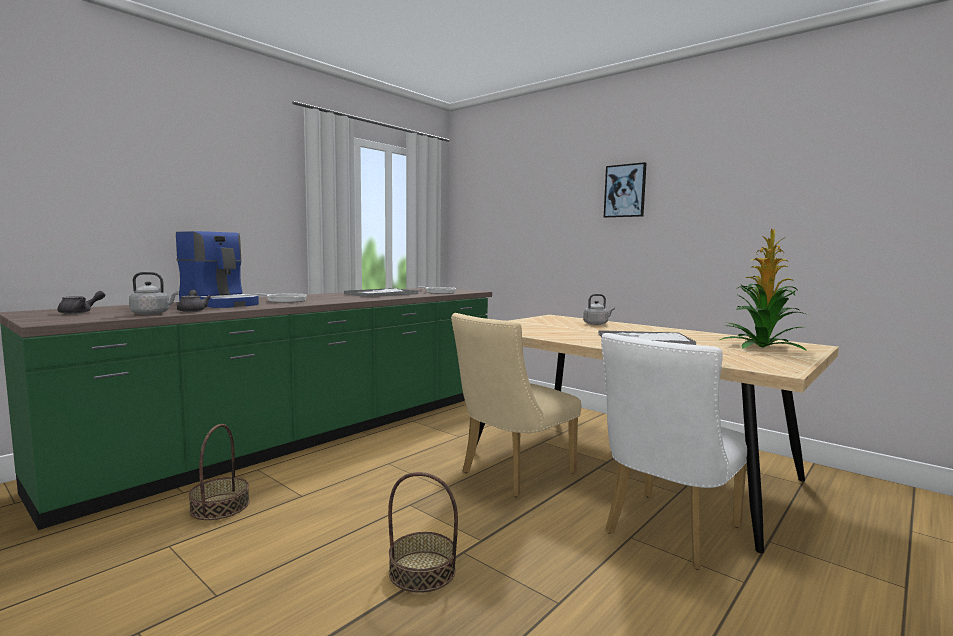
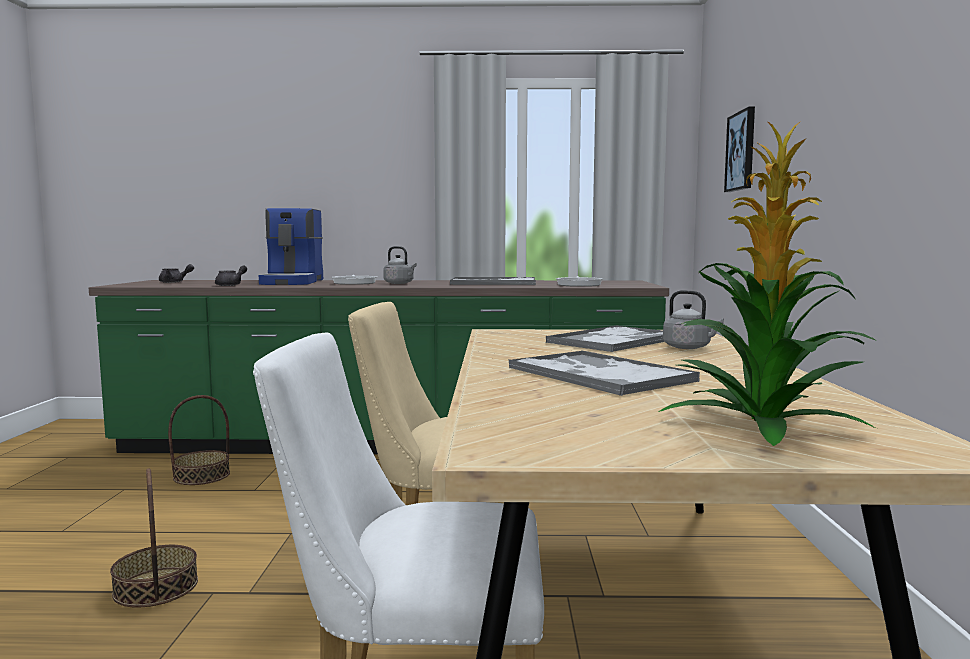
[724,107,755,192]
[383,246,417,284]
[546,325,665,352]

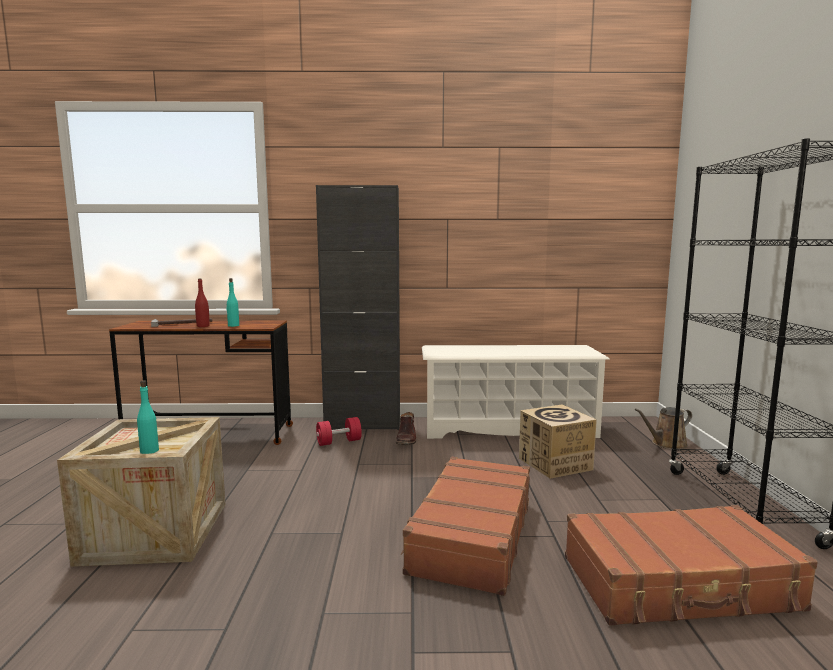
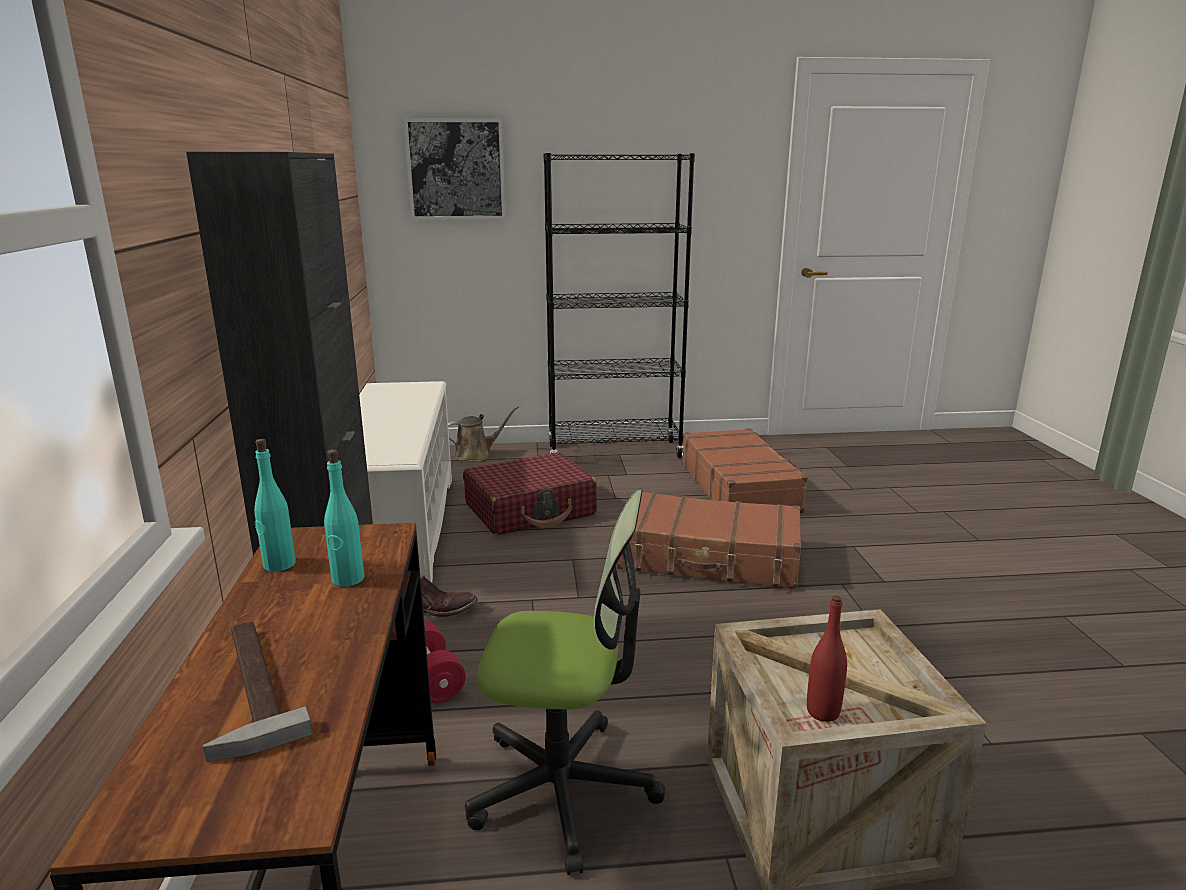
[807,596,847,722]
[254,439,296,572]
[463,452,597,535]
[448,406,519,462]
[404,118,506,220]
[465,490,665,875]

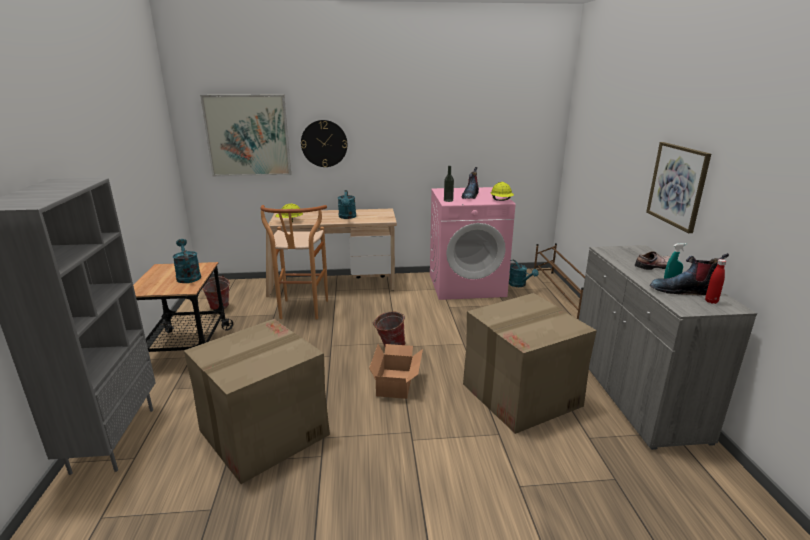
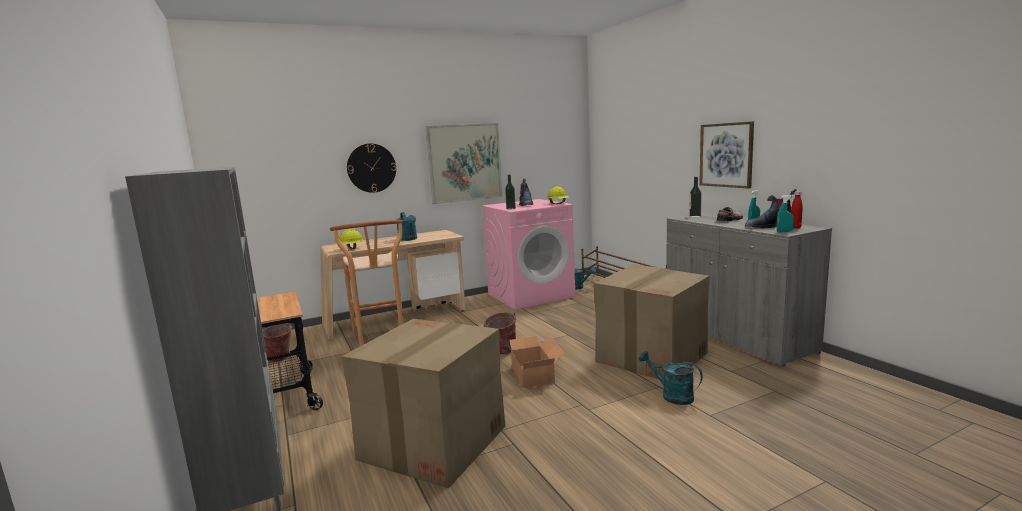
[425,123,502,204]
[639,351,703,405]
[689,177,702,218]
[777,195,794,232]

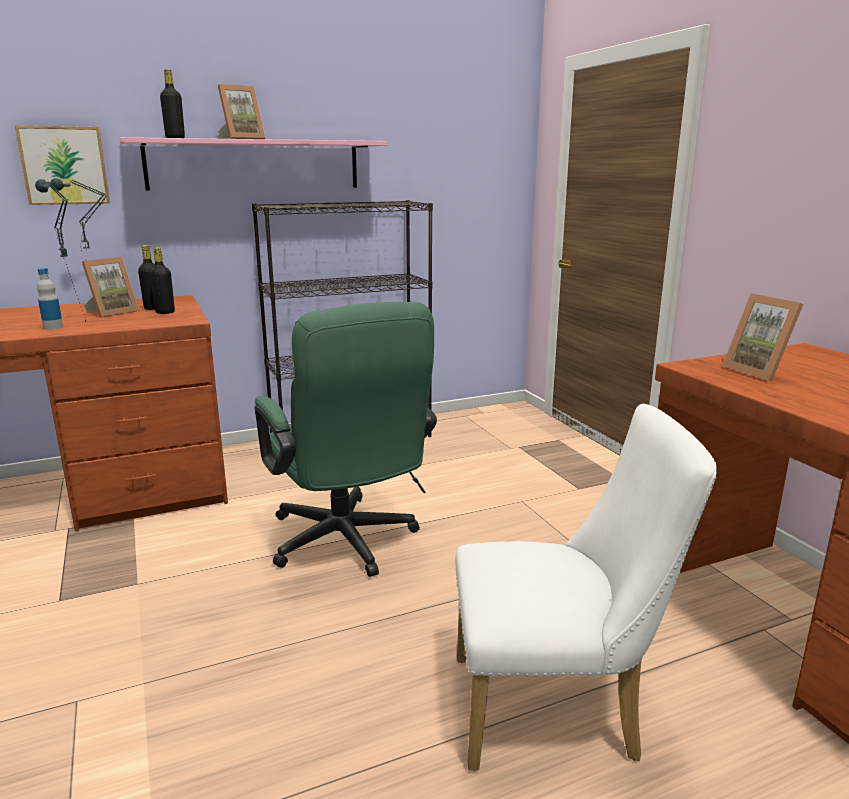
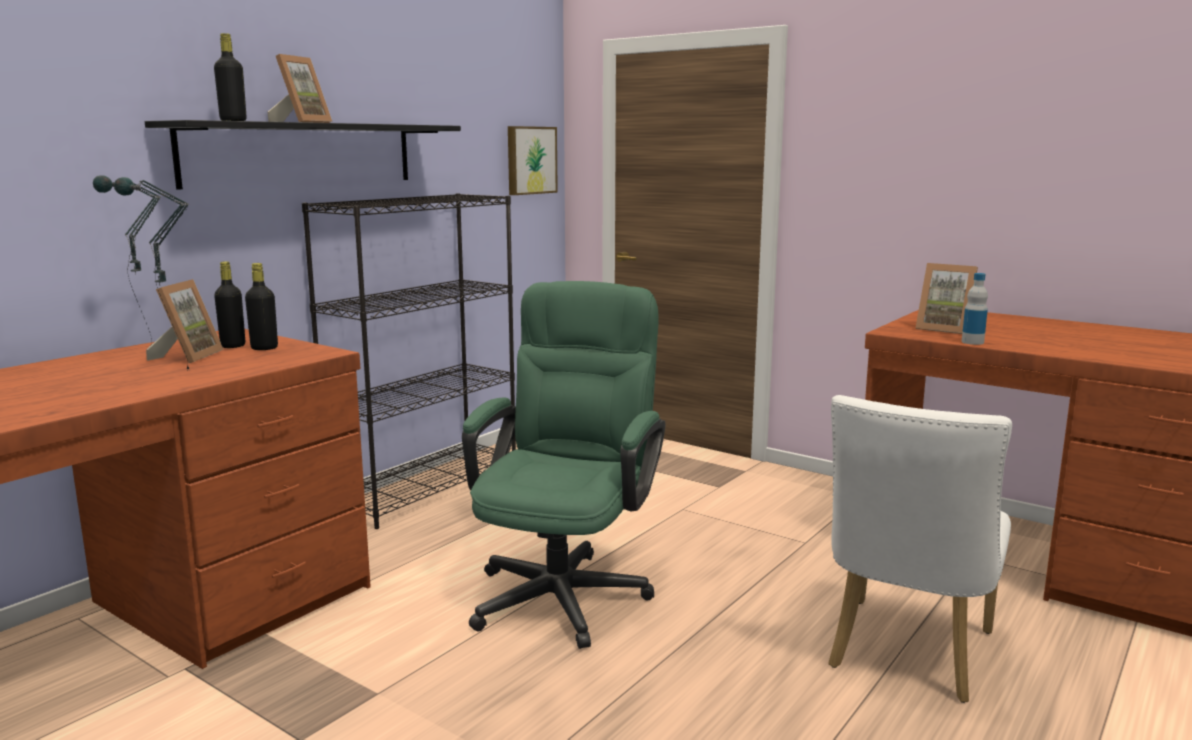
[508,126,558,195]
[145,120,461,190]
[962,273,988,345]
[462,281,666,649]
[828,395,1012,703]

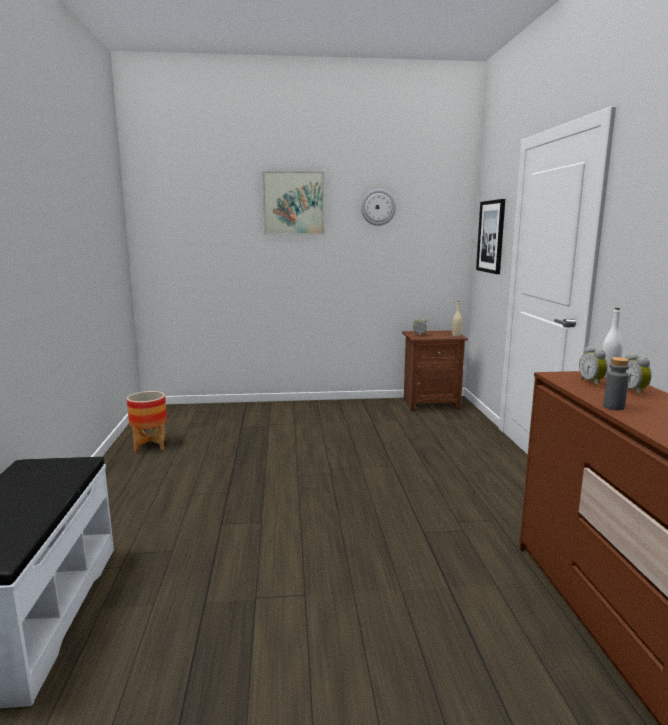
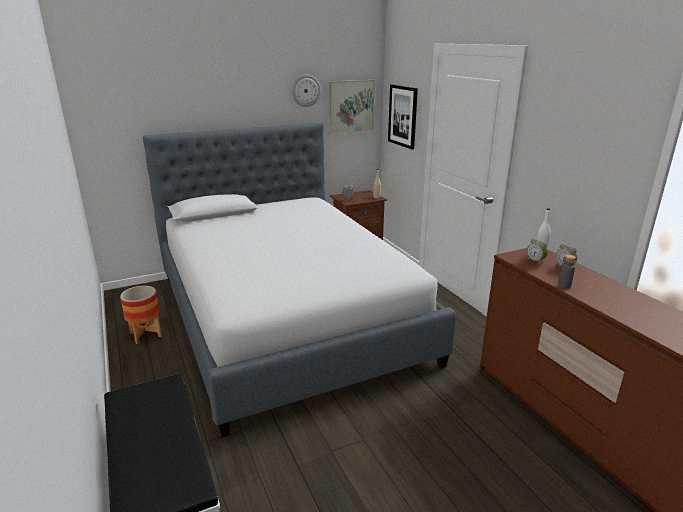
[328,80,375,134]
[143,122,456,437]

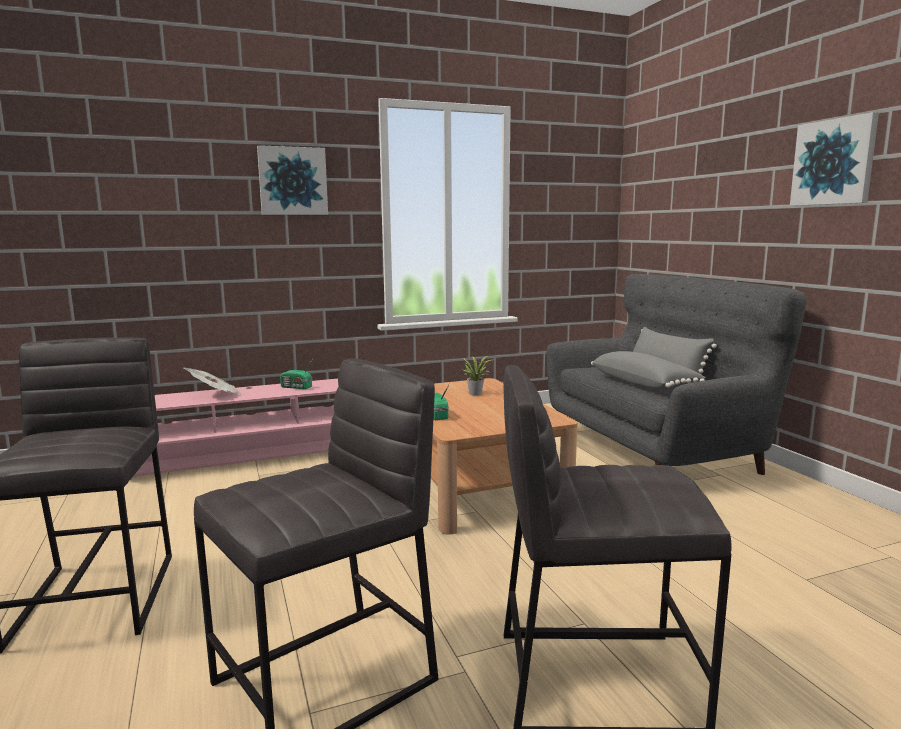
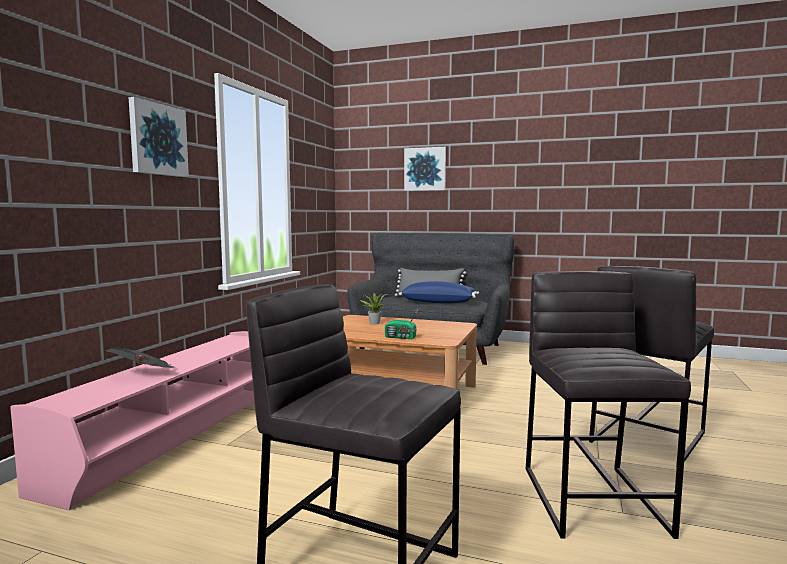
[404,147,446,191]
[399,281,479,303]
[280,360,312,389] (first image)

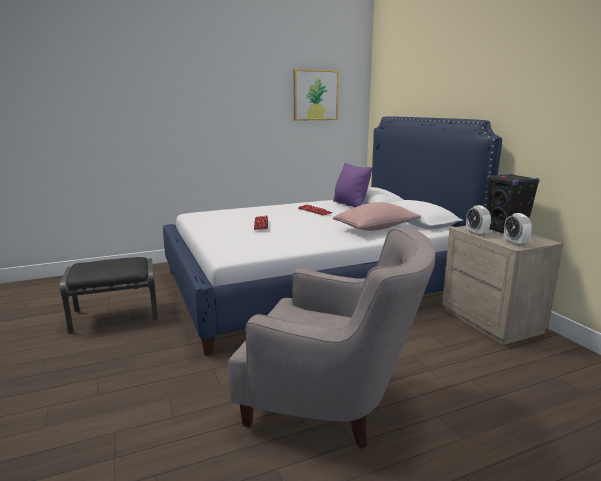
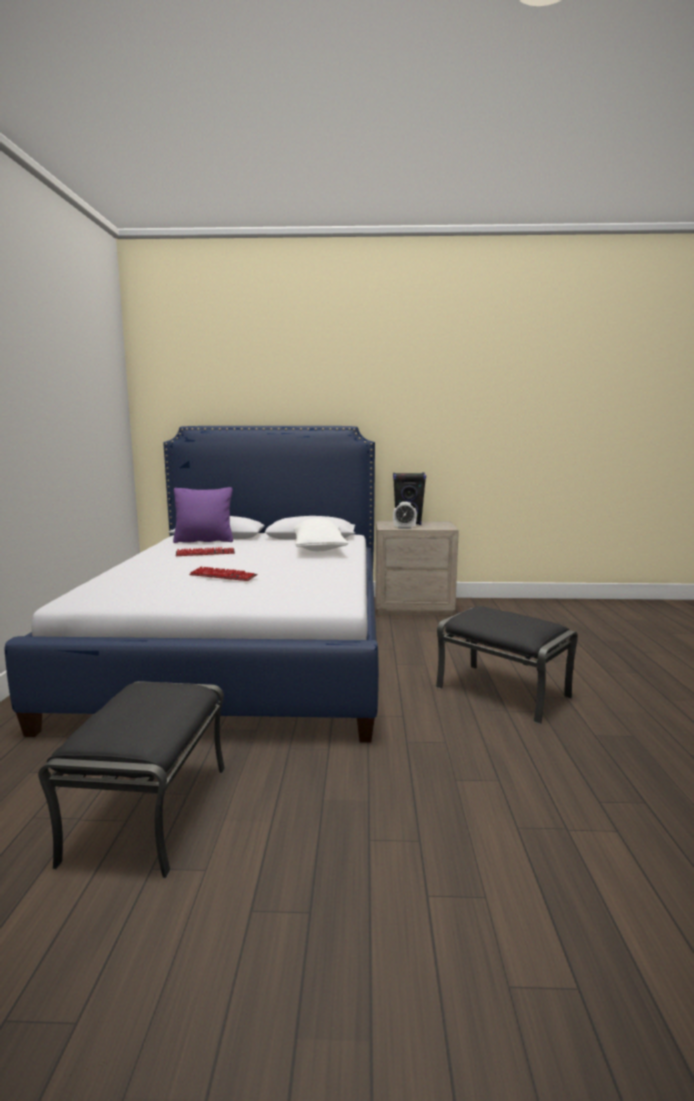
[294,69,339,121] (first image)
[294,518,348,551]
[504,213,532,246] (first image)
[436,606,578,724]

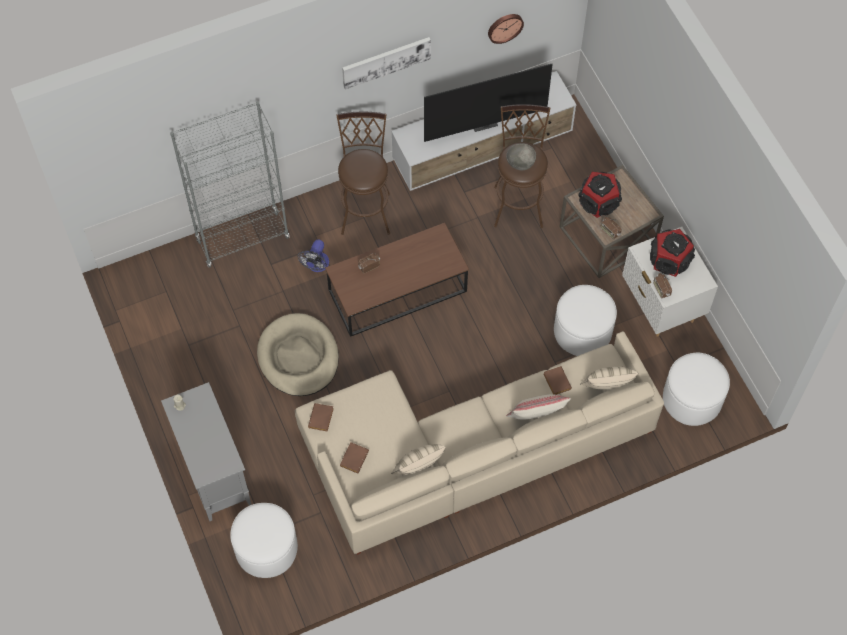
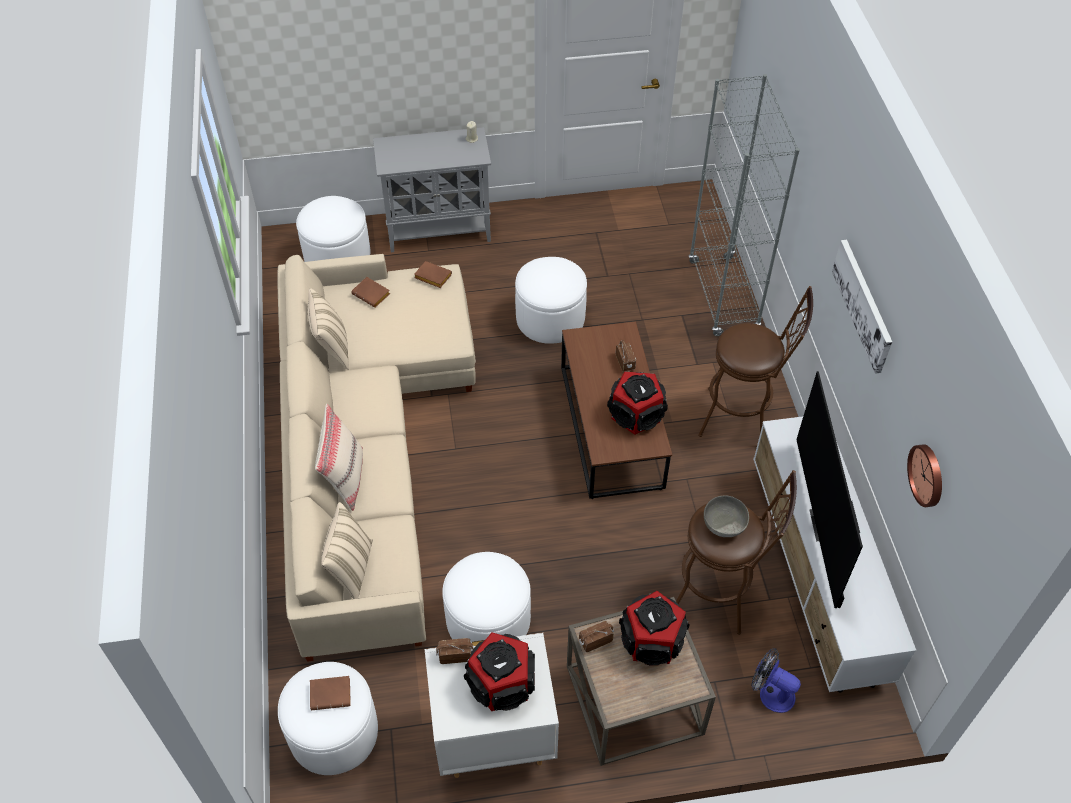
[751,648,801,713]
[515,257,587,344]
[310,676,351,711]
[607,371,668,435]

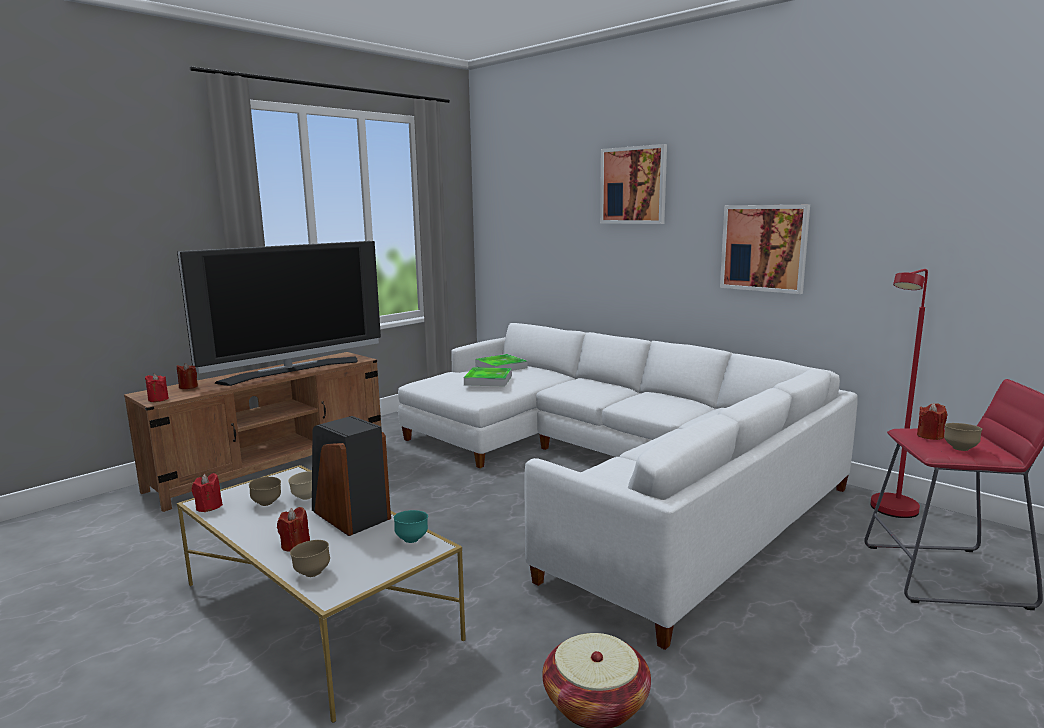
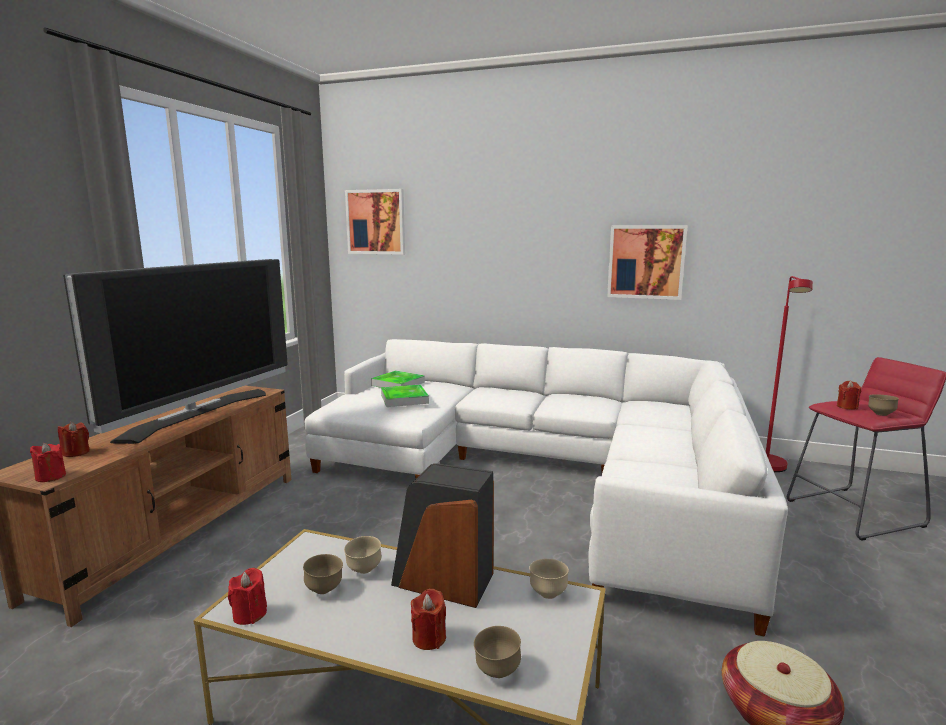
[345,189,405,255]
[529,559,569,599]

